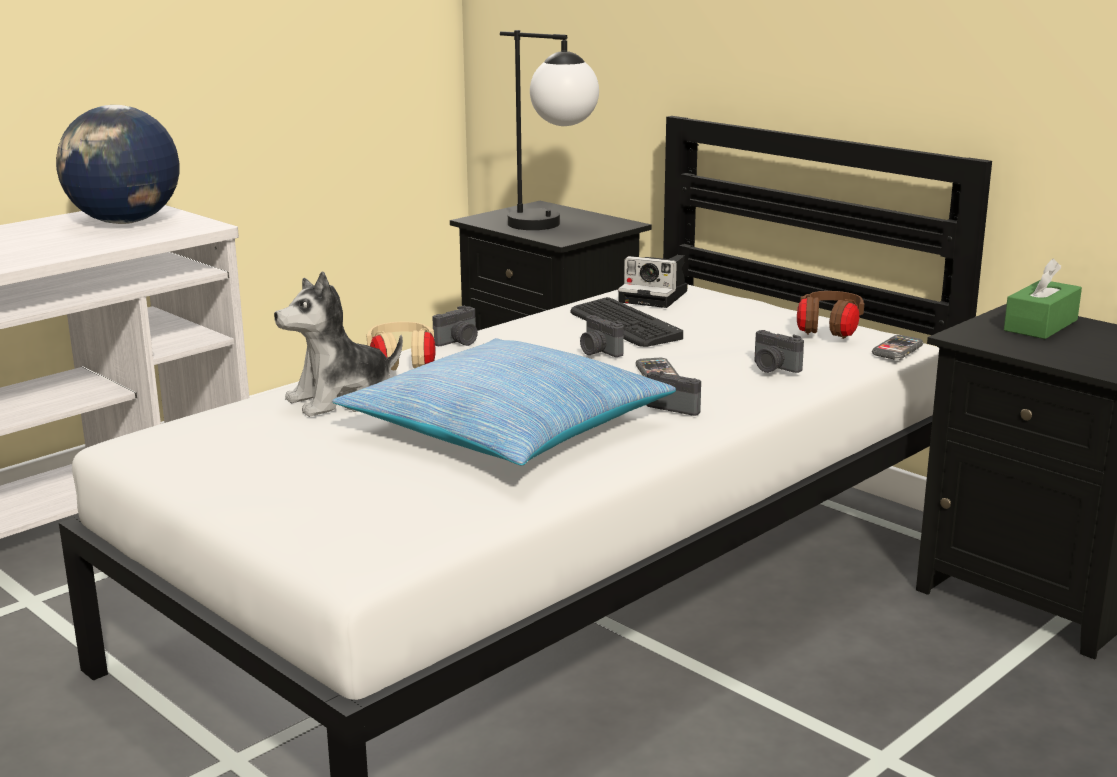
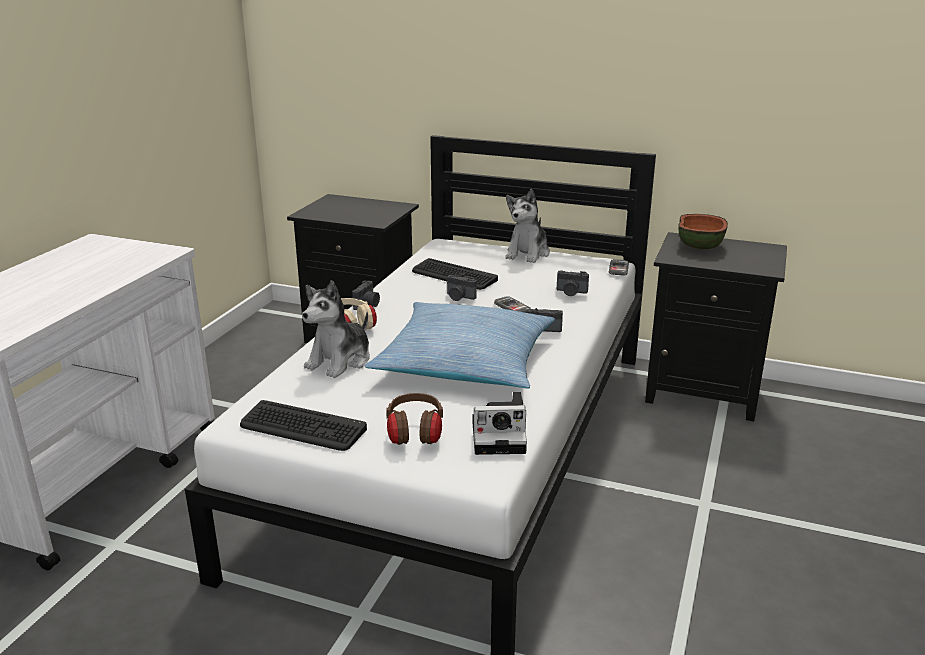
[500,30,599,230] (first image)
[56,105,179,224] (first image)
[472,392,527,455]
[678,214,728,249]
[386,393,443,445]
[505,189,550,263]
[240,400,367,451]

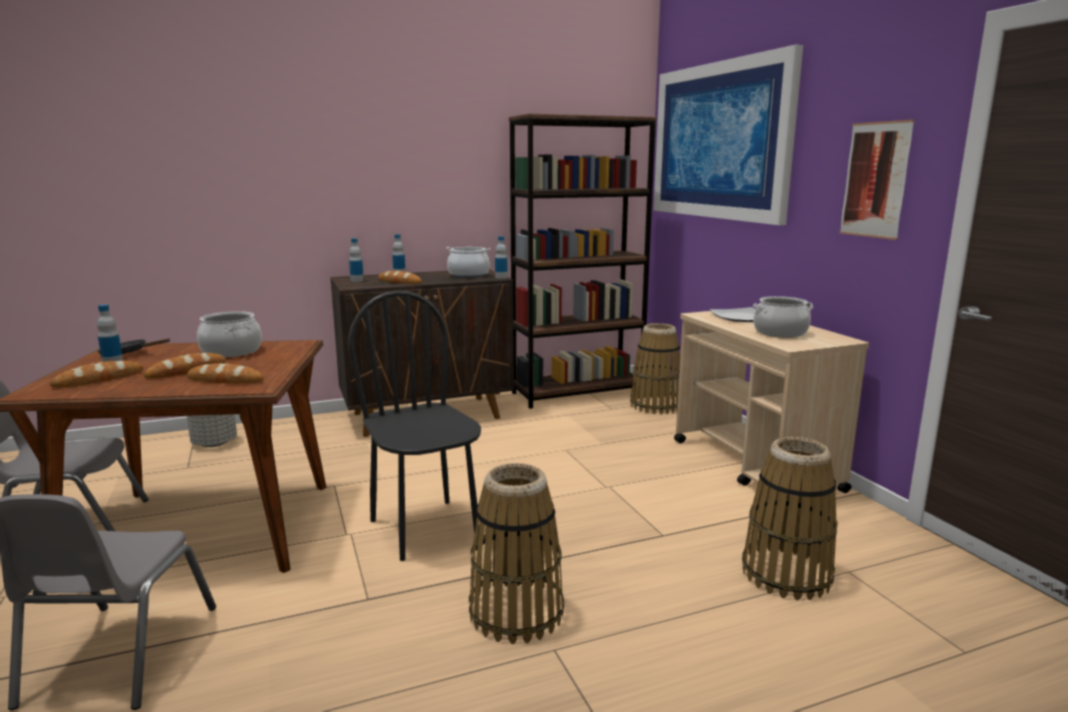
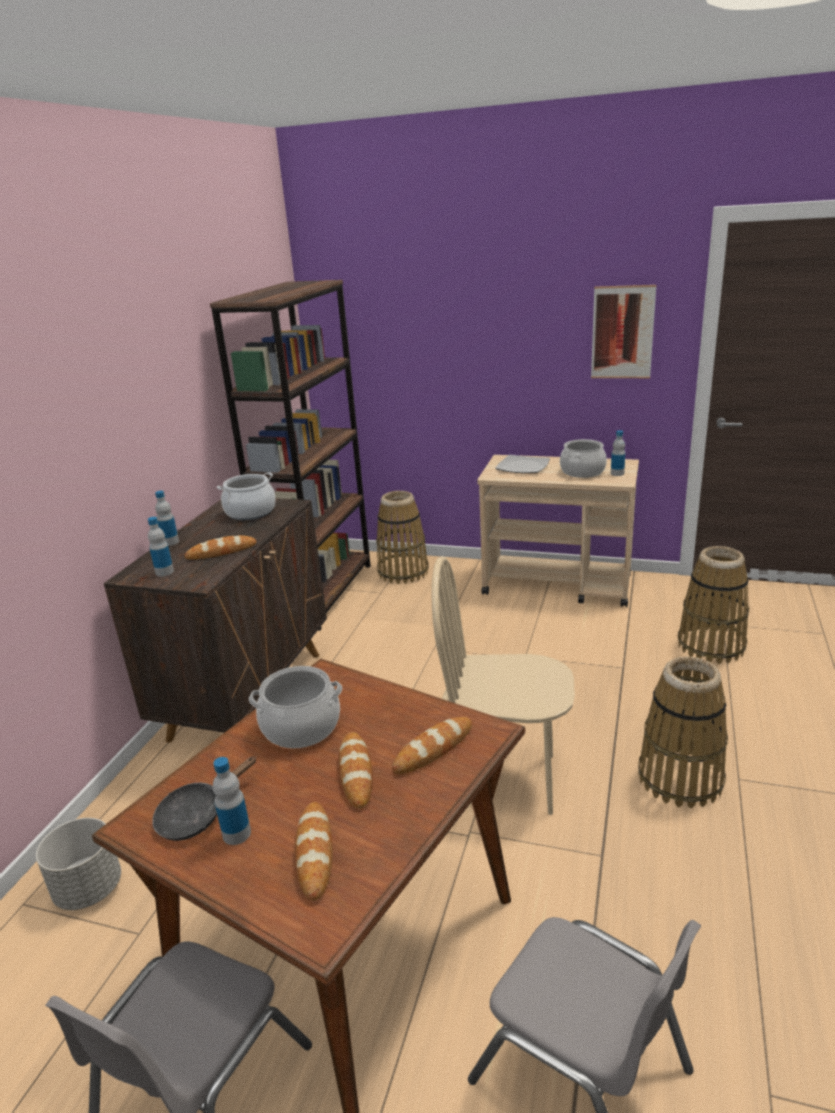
[654,45,803,225] (first image)
[611,430,625,476]
[432,556,575,815]

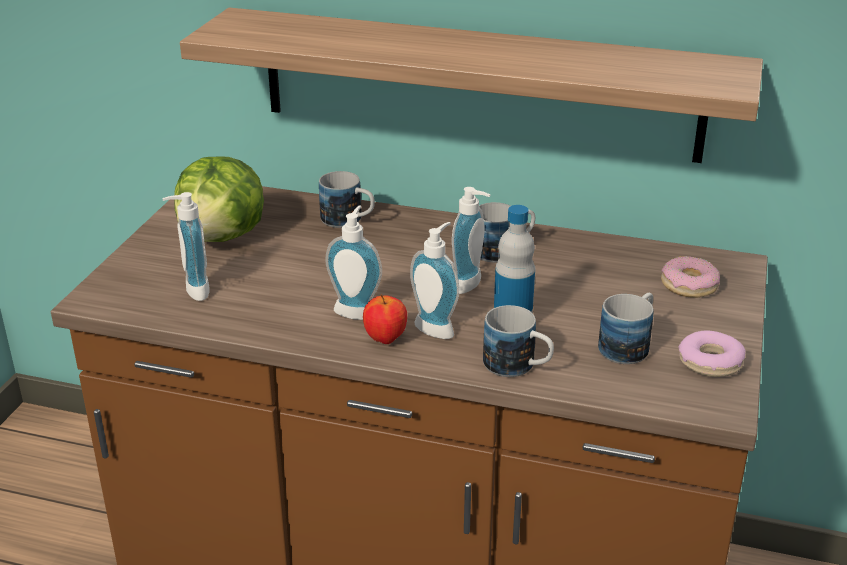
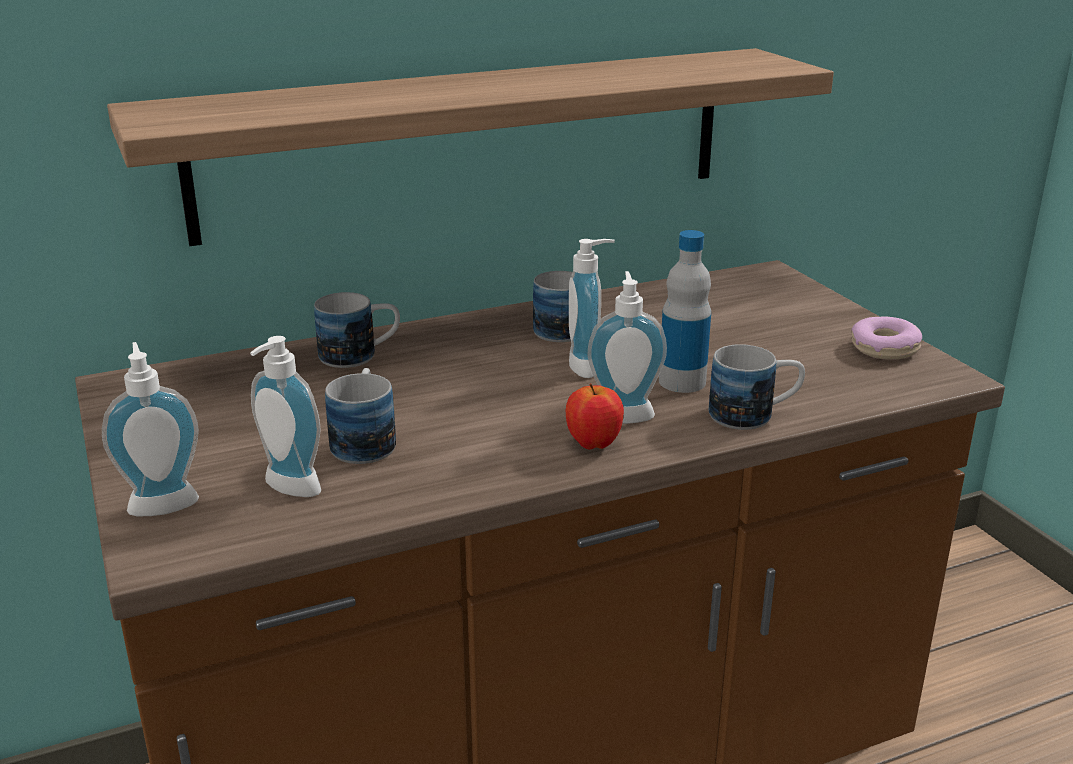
[174,156,264,242] (first image)
[102,342,199,516]
[661,256,720,298] (first image)
[325,368,396,464]

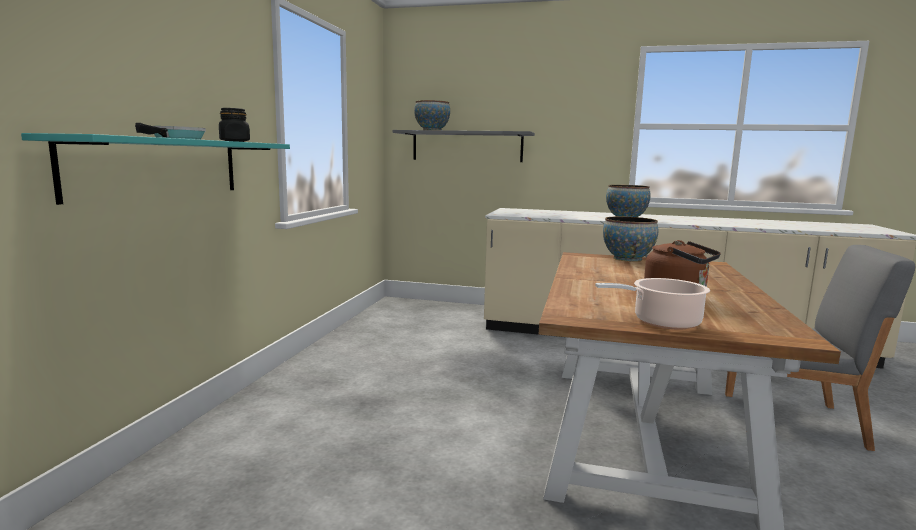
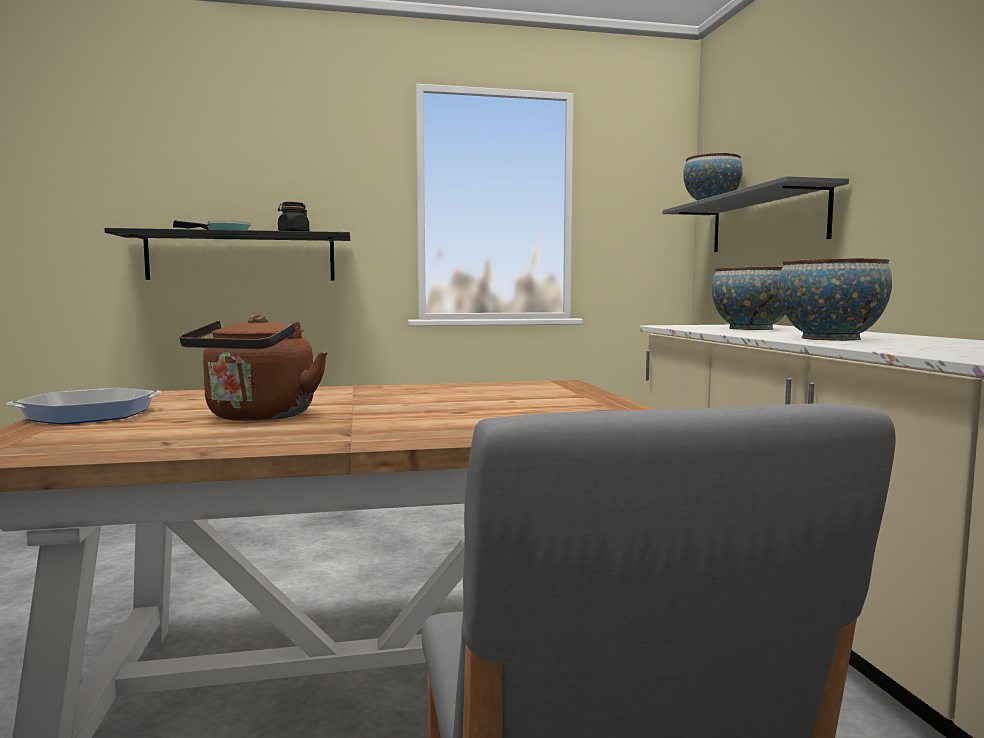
[104,228,350,281]
[712,267,785,330]
[6,388,162,424]

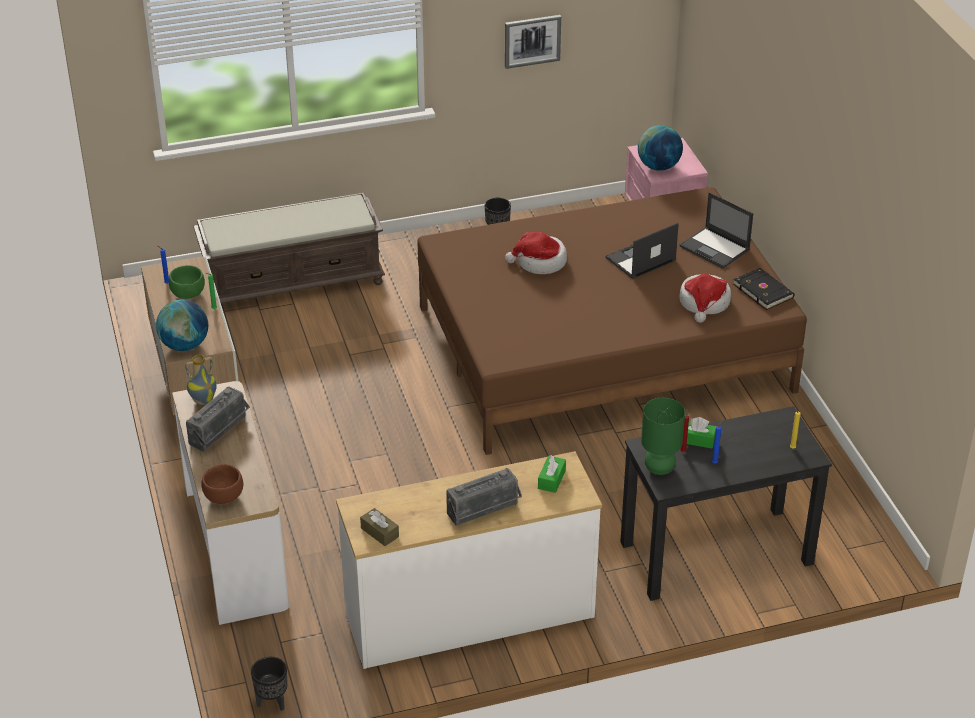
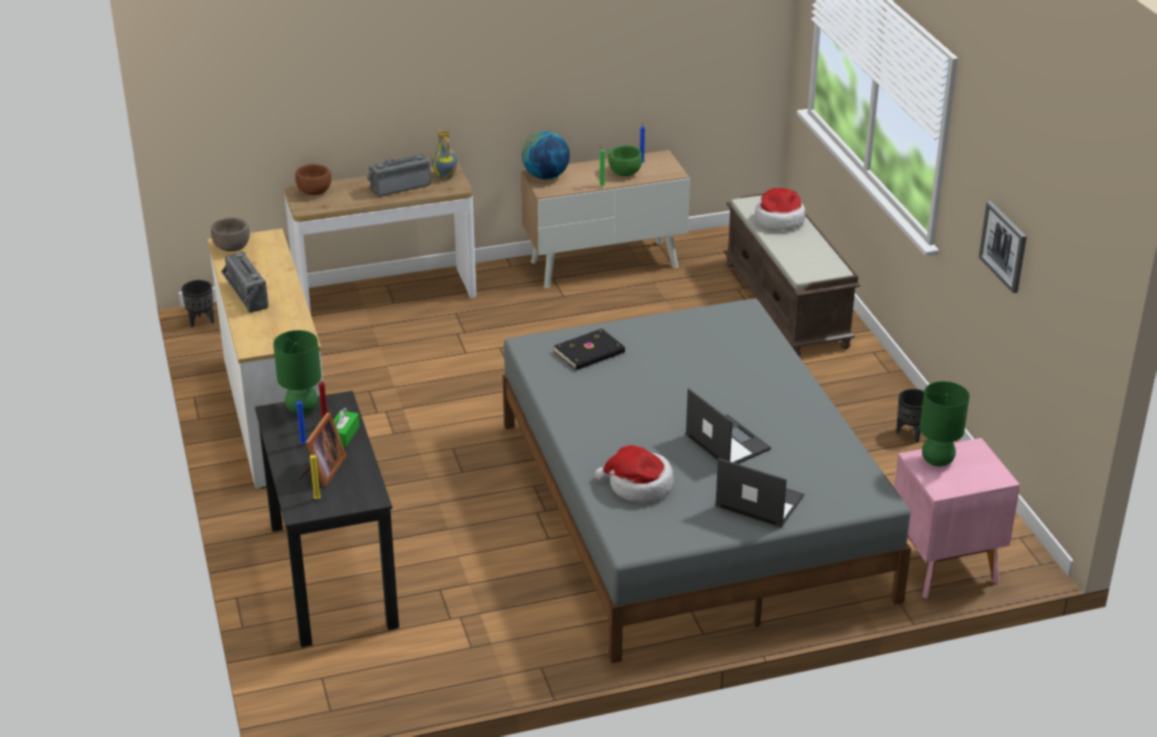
[920,381,970,466]
[503,298,911,663]
[715,458,804,528]
[755,188,805,230]
[554,329,625,370]
[367,153,431,197]
[538,455,566,493] (first image)
[211,218,250,251]
[299,412,347,487]

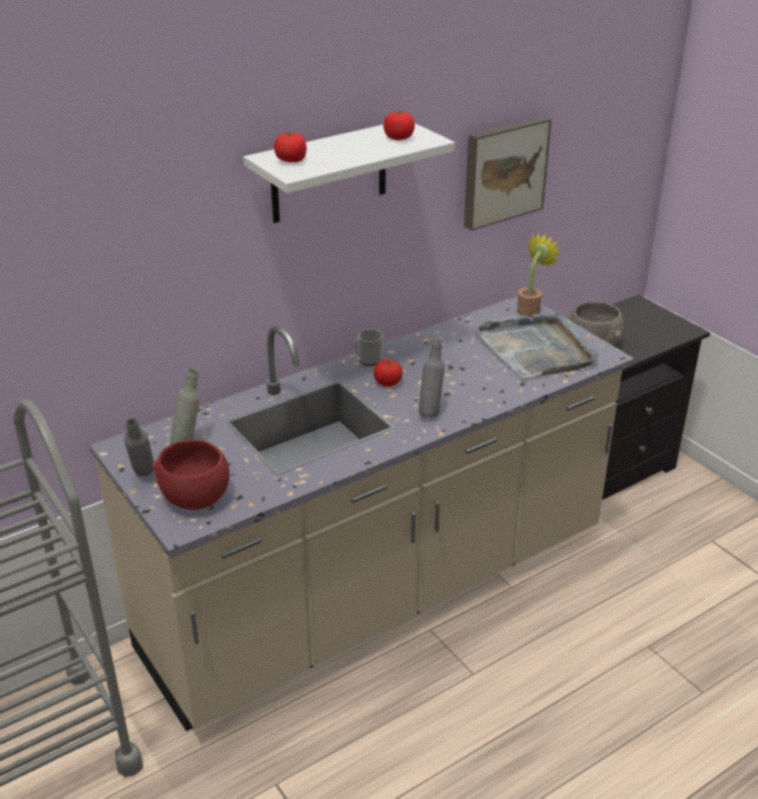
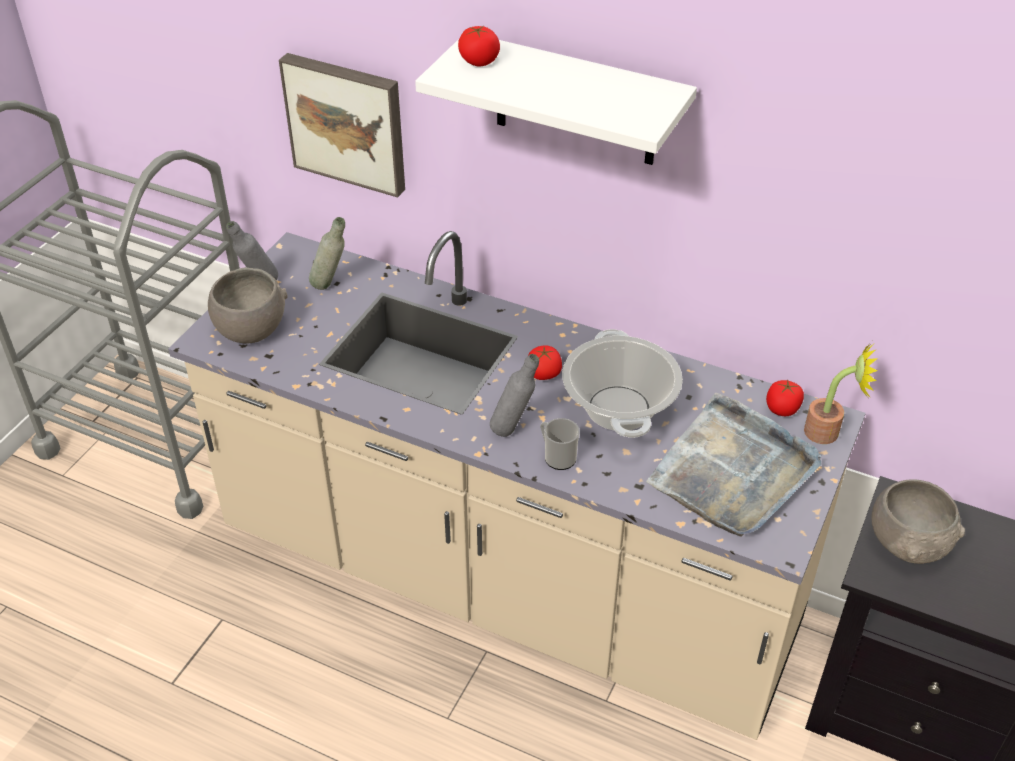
[766,379,804,416]
[279,53,405,197]
[540,418,580,470]
[208,267,288,343]
[562,329,683,438]

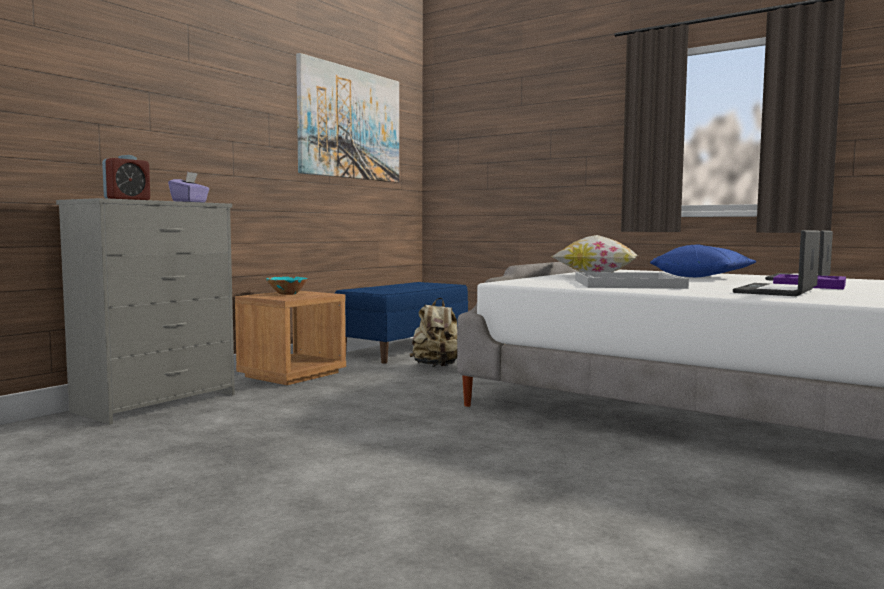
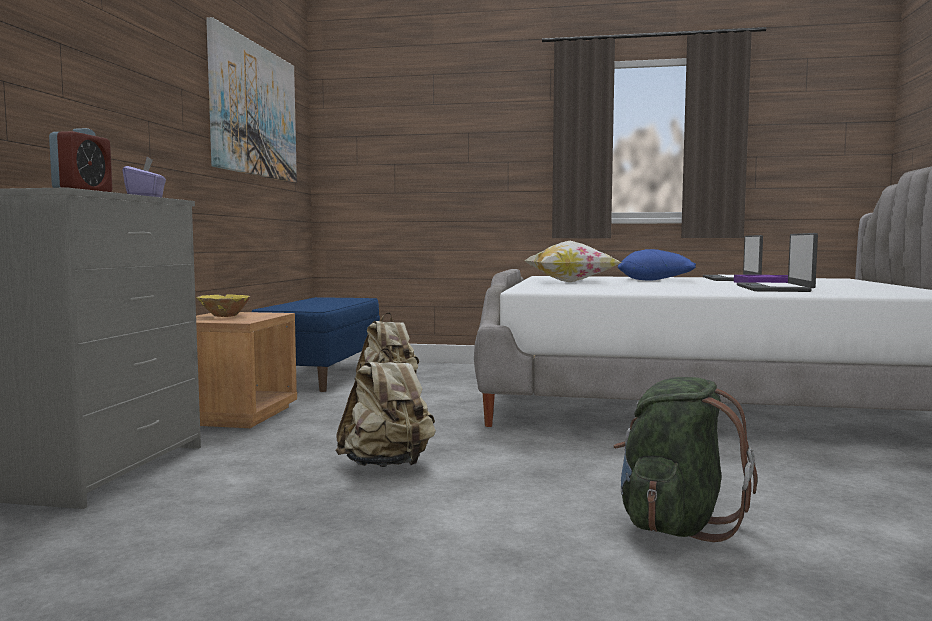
[575,272,689,289] (first image)
[196,294,251,317]
[336,348,436,467]
[613,377,757,542]

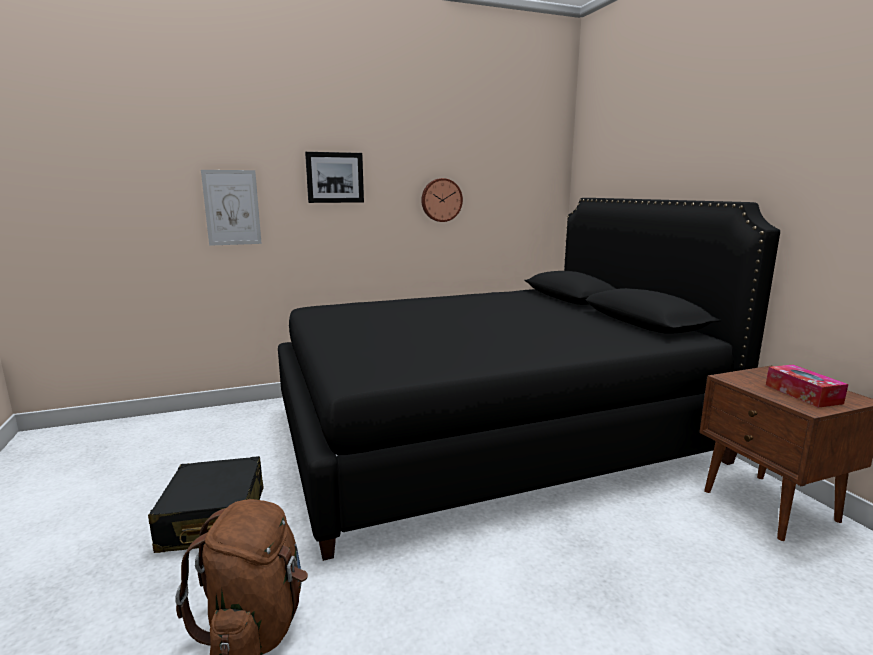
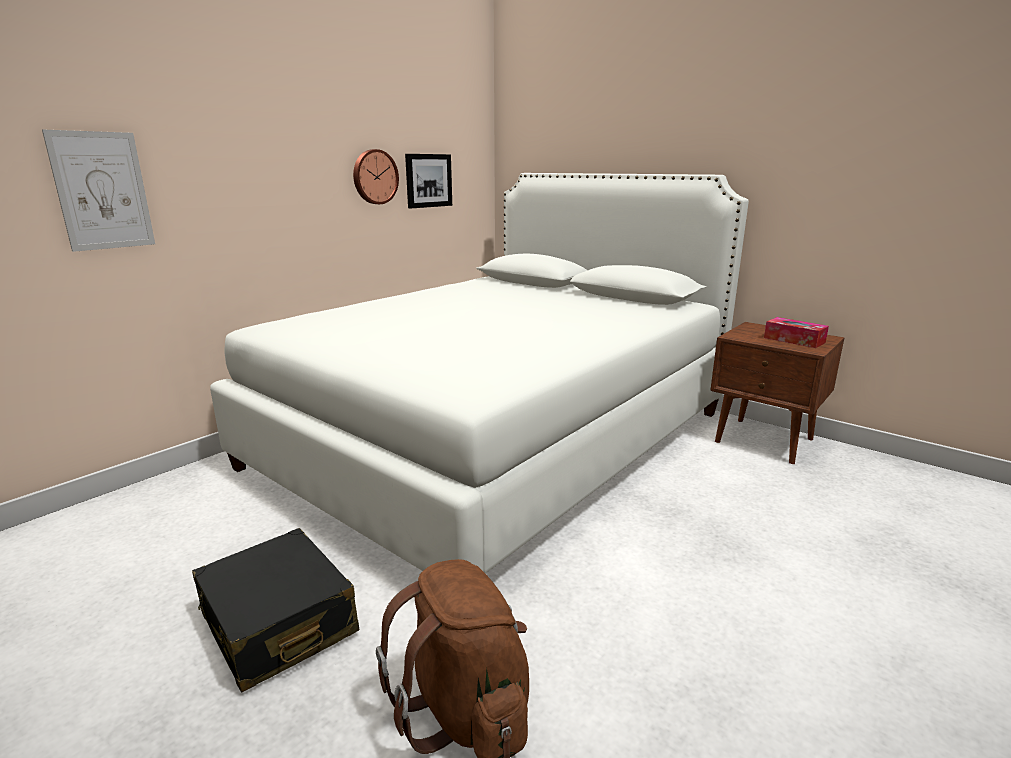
[405,154,452,208]
[210,173,749,573]

